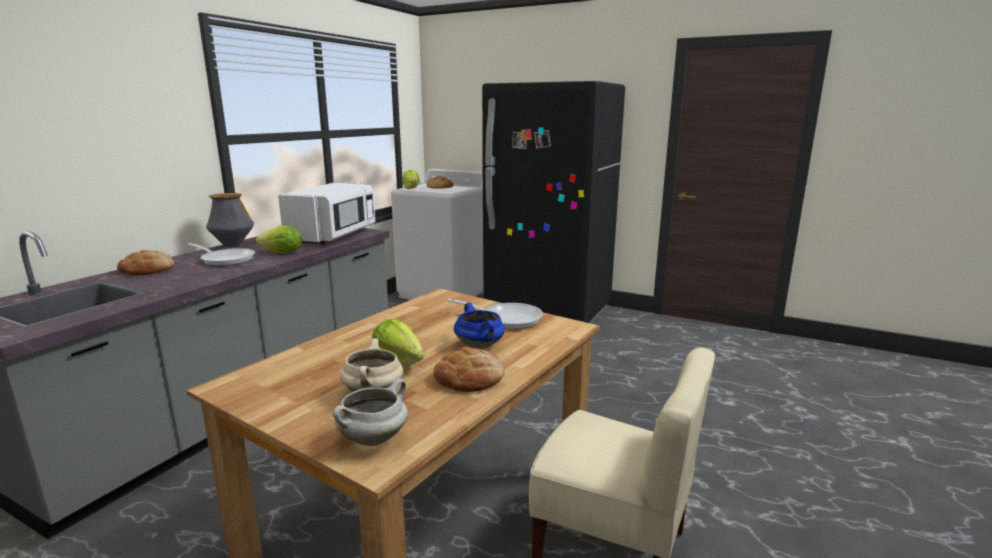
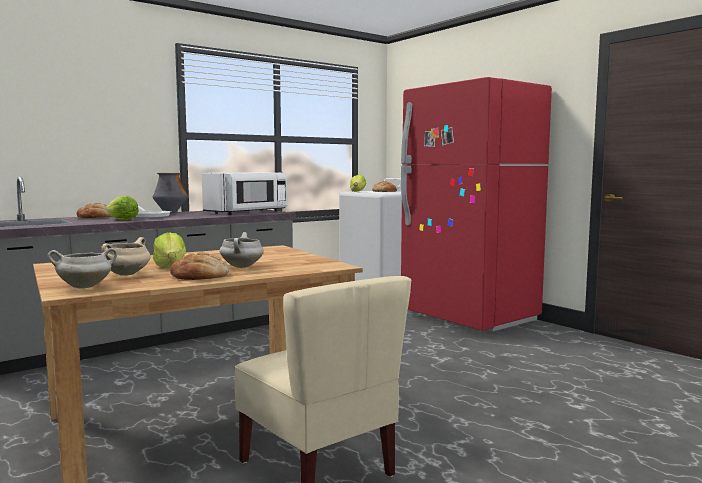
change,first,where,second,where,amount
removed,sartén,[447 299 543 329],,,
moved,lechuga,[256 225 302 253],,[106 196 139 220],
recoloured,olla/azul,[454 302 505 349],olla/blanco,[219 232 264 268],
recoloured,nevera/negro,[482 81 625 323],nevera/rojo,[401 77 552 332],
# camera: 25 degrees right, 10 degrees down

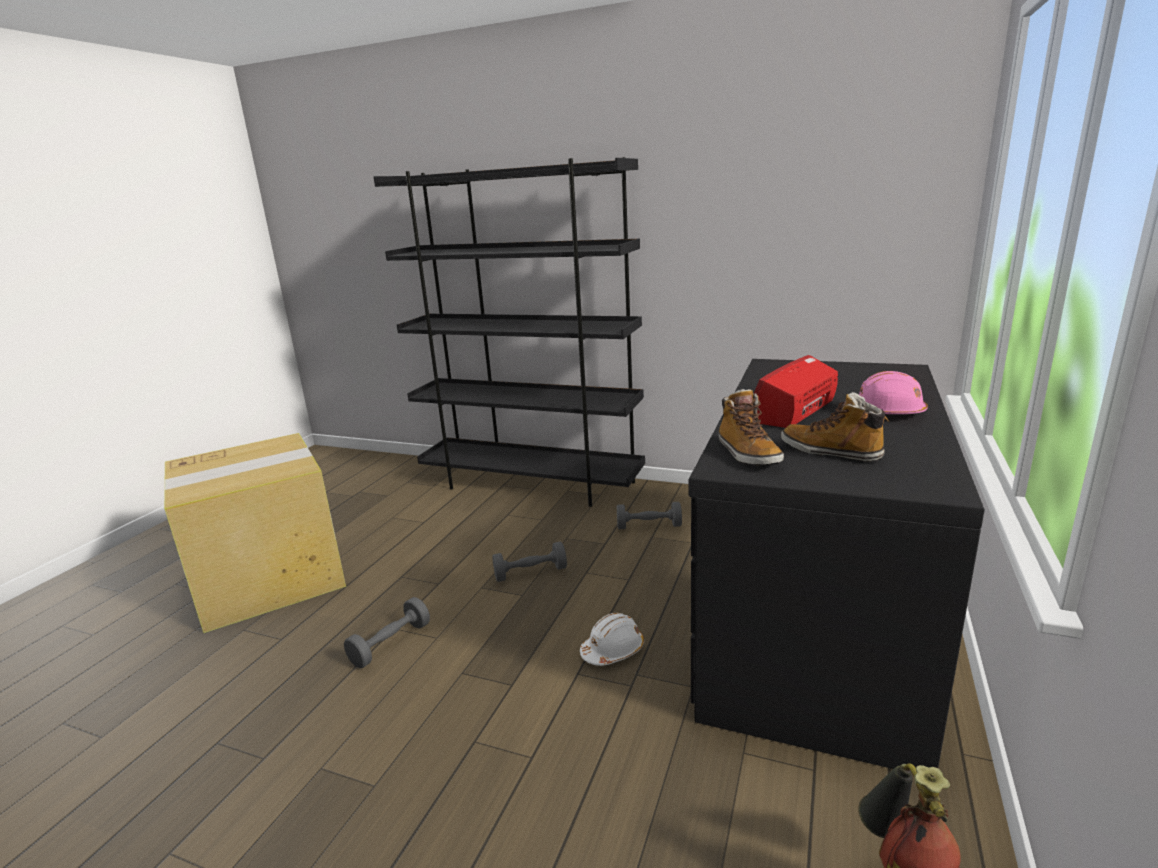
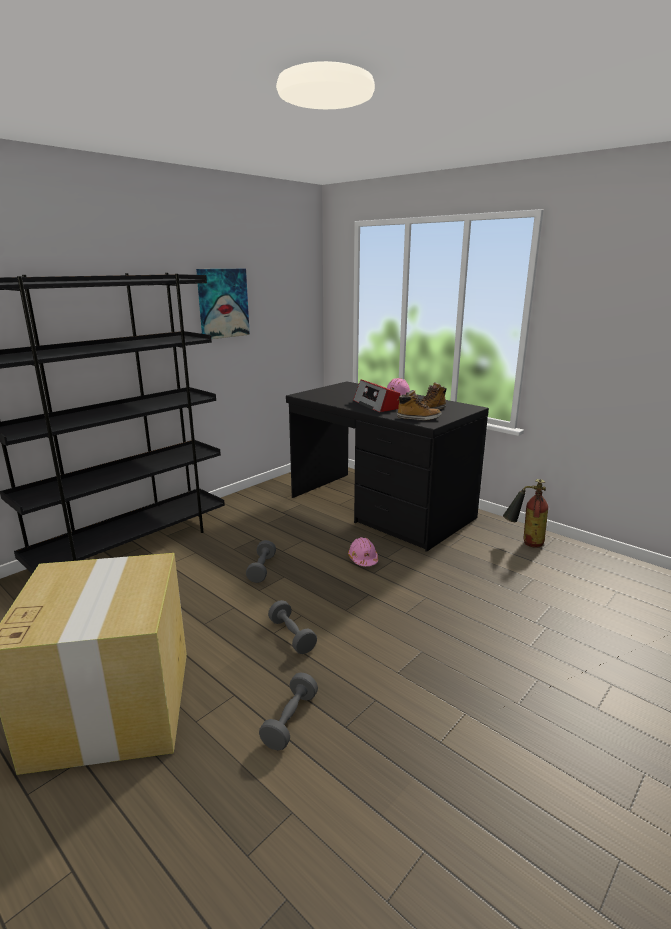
change,first,where,second,where,amount
added,,,cuadro,[196 269 250 339],
moved,mancuerna/gris,[617 502 682 529],,[259 672 318 750],
recoloured,casco/blanco,[580 613 644 666],casco/rosa,[348 537 378 566],
# camera: 70 degrees left, 0 degrees up

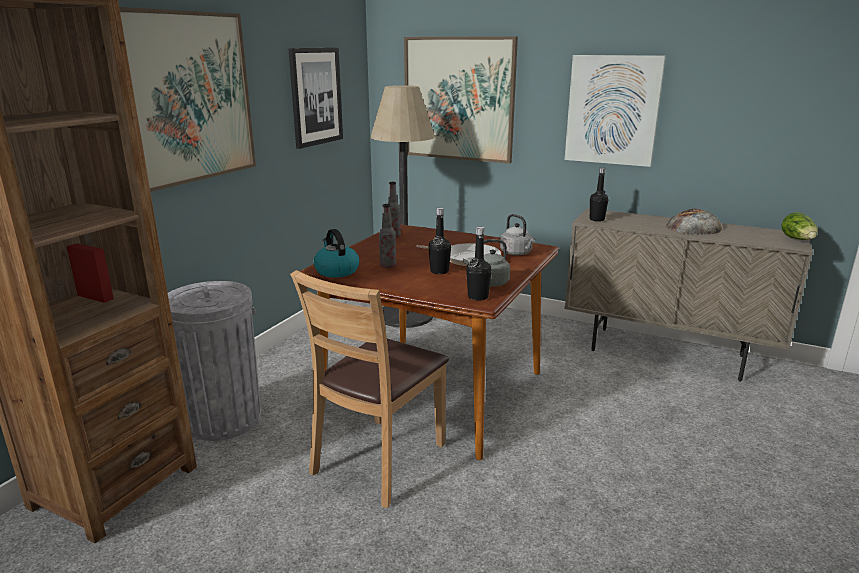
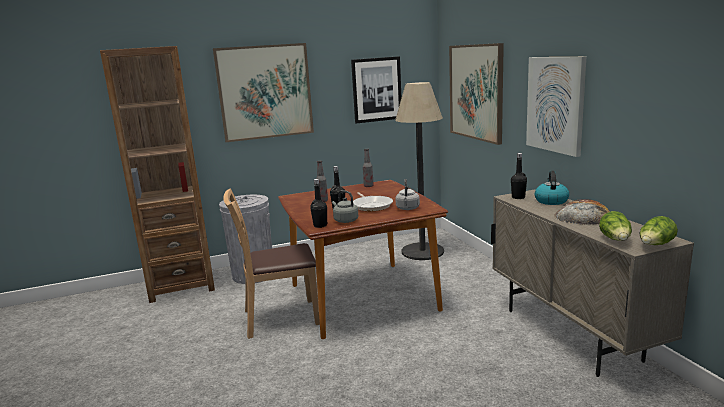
change,first,where,second,where,amount
added,,,lechuga,[599 211 632 241],
moved,hervidor,[314 229 359 277],,[535 171 569 205],
# camera: 45 degrees right, 5 degrees down

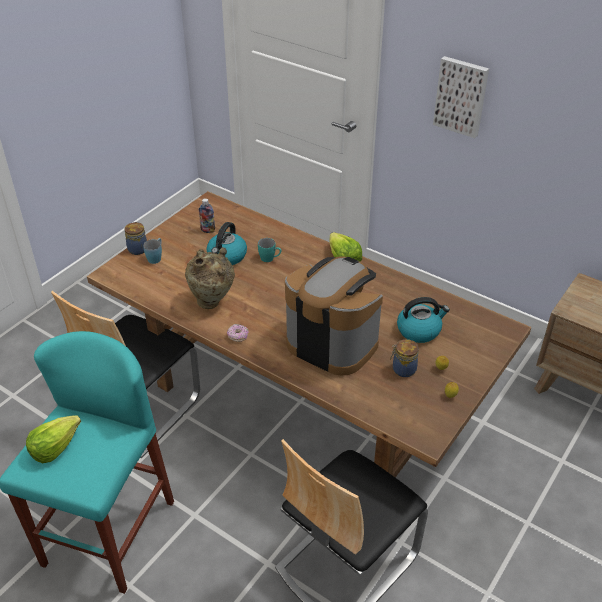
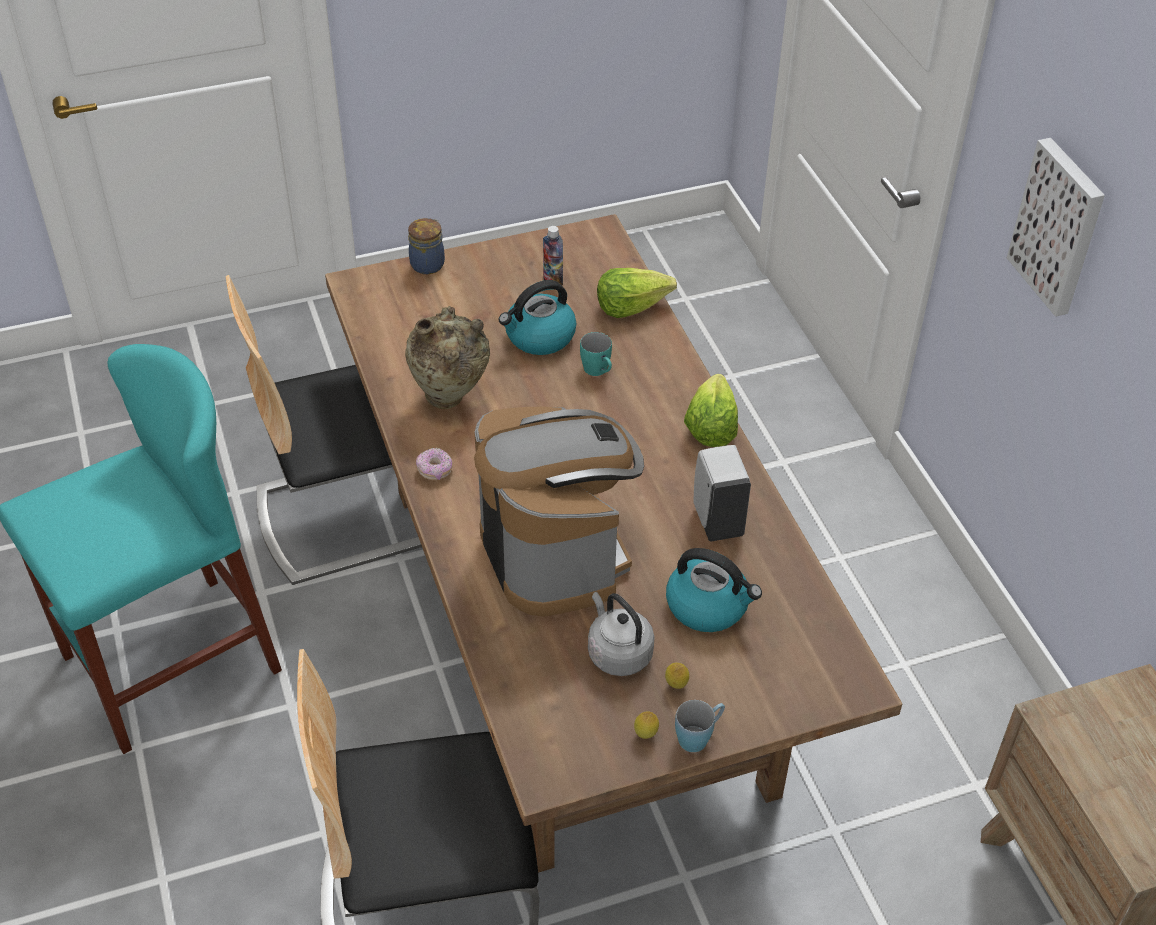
change,first,where,second,where,amount
added,,,dispensador de jabón/blanco,[693 445 751 541],
moved,lechuga,[26 415 81 463],,[597 268 677 318],
moved,taza grande/azul,[143 238 162 264],,[675 700 725 752],
replaced,tarro,[390 339 419 377],hervidor/gris,[588 592 655 676],
# camera: 35 degrees right, 5 degrees up

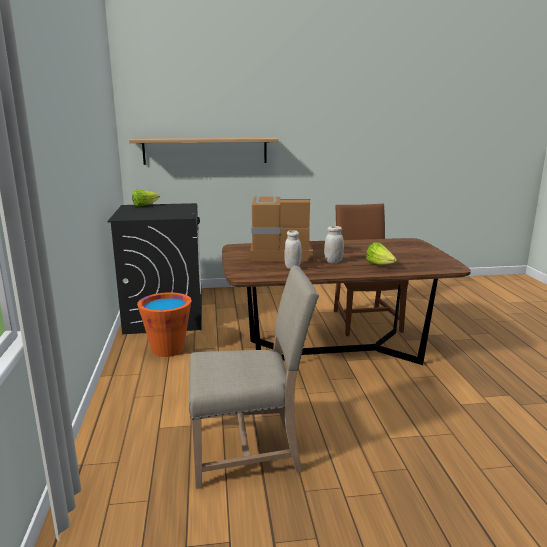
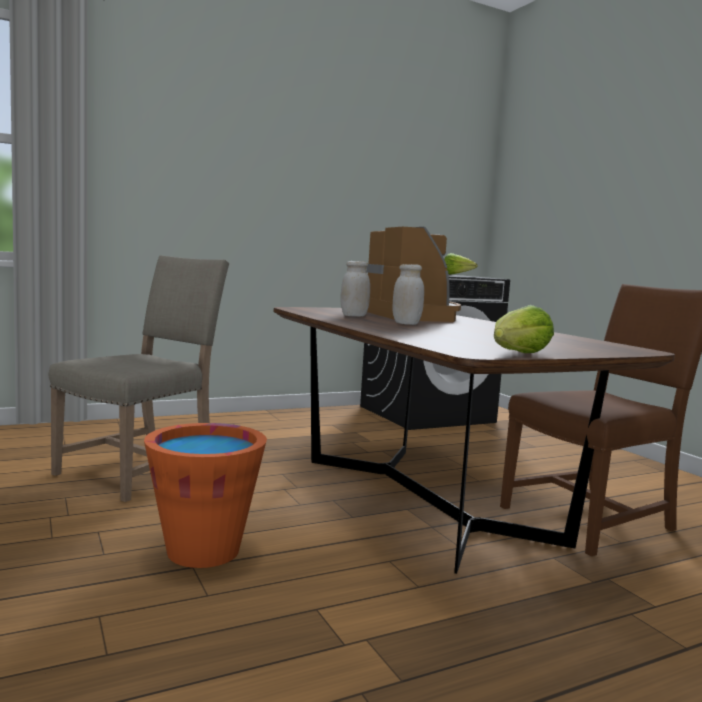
change,first,where,second,where,amount
removed,estante,[129 138 278 165],,,
moved,cubo/naranja,[137 292 191 357],,[144 423 267 568],
moved,lechuga,[366 242 397 265],,[494 305 554 353],
turned,silla/beis,[189 265 319 489],,[49 255 229 502],120 degrees counterclockwise
# camera: 70 degrees right, 10 degrees down

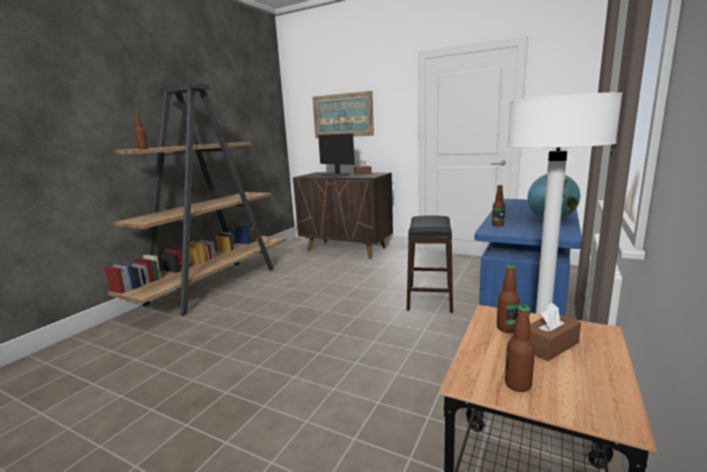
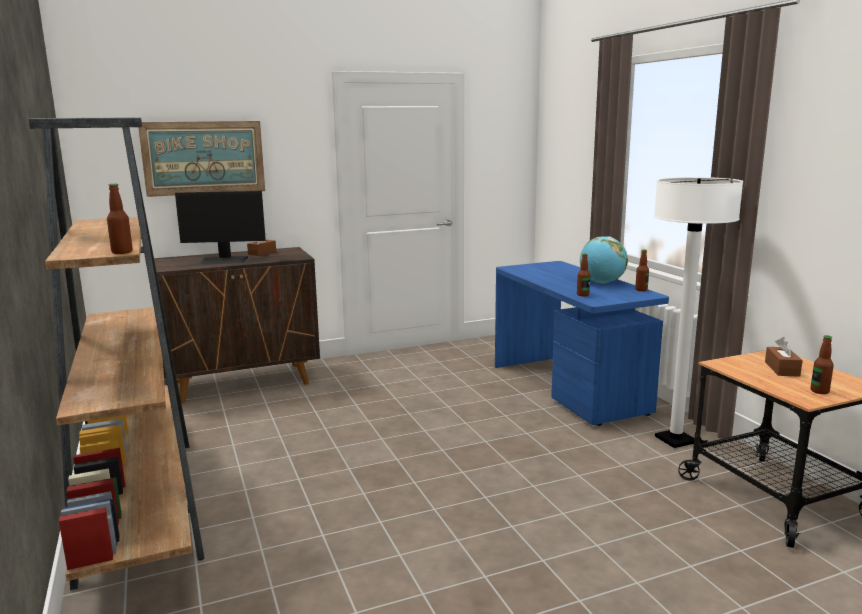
change,first,where,second,where,amount
removed,taburete/negro,[407 215 453 313],,,
moved,botella,[497 264 520 333],,[635 249 649 291],
# camera: 50 degrees left, 0 degrees up

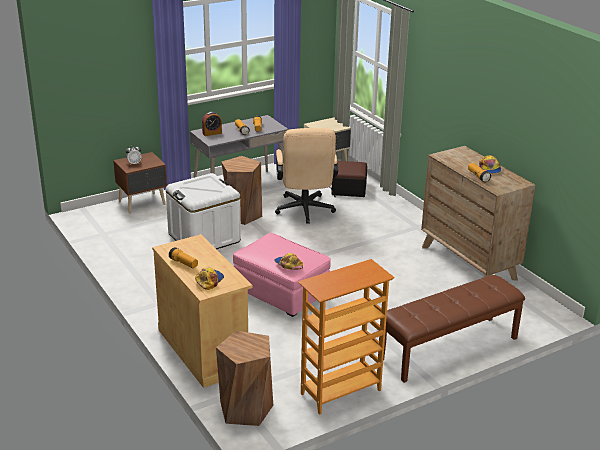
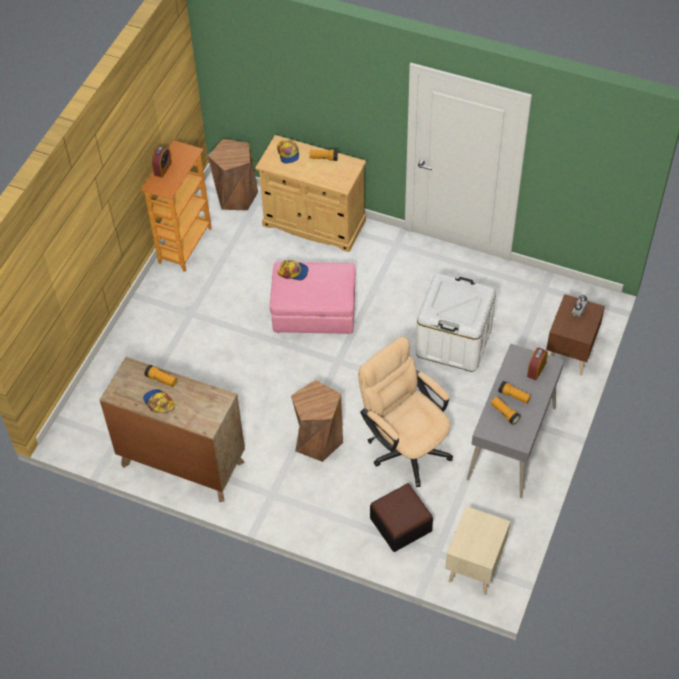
change,first,where,second,where,amount
removed,banco/marrón,[379 275 525 383],,,
added,,,despertador,[152 146 172 178],
moved,taburete/marrón,[221 156 262 225],,[291 380 343 462],
# camera: 145 degrees right, 25 degrees up

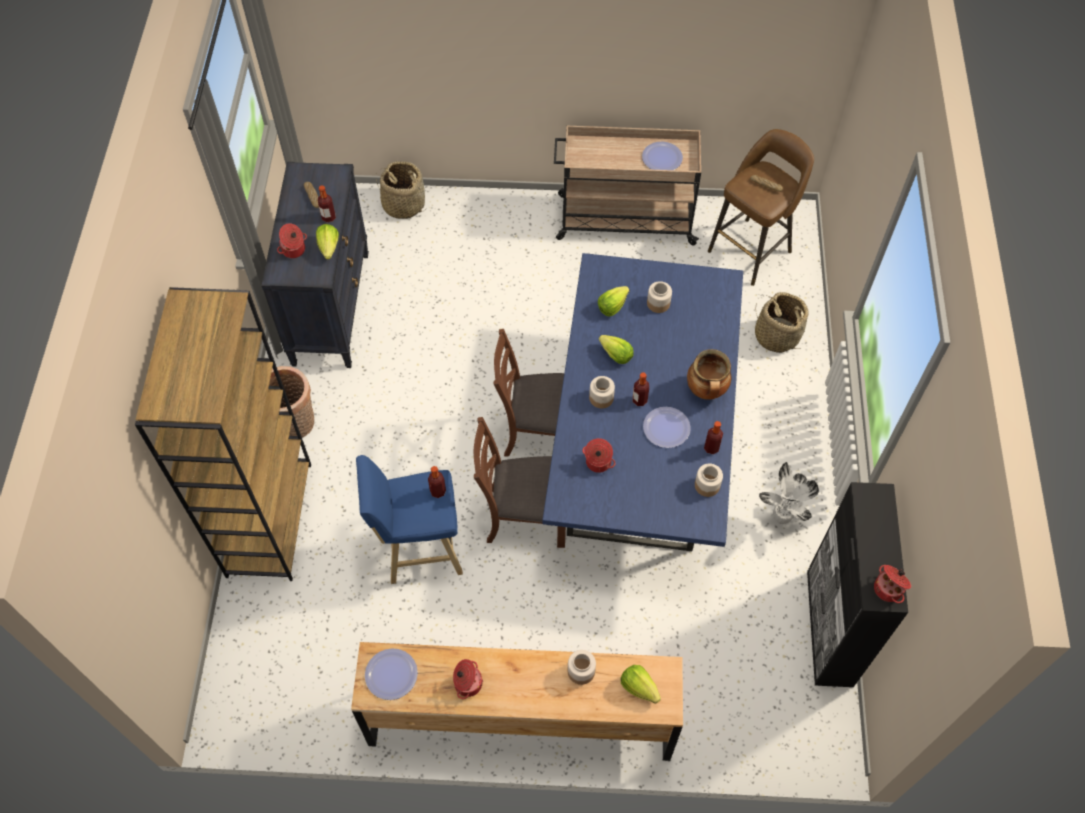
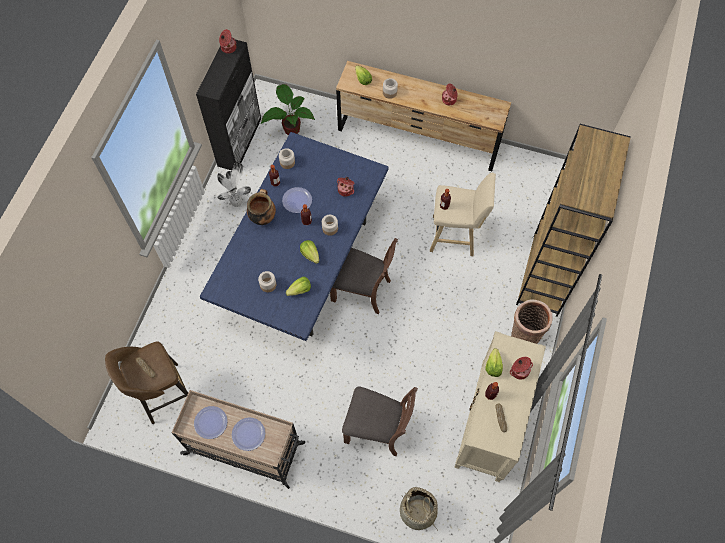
change,first,where,second,where,amount
removed,cesta,[755 292 809 353],,,
added,,,planta en maceta,[261 84 315 136],
moved,plato,[365 648 418 700],,[232 418 265 451],
moved,silla/marrón,[474 417 566 548],,[342 386 418 456],
recoloured,cómoda/negro,[261 162 369 368],cómoda/beis,[455 331 546 482],
recoloured,taburete/azul,[356 455 463 584],taburete/beis,[430 173 496 256],
# camera: 165 degrees left, 5 degrees up

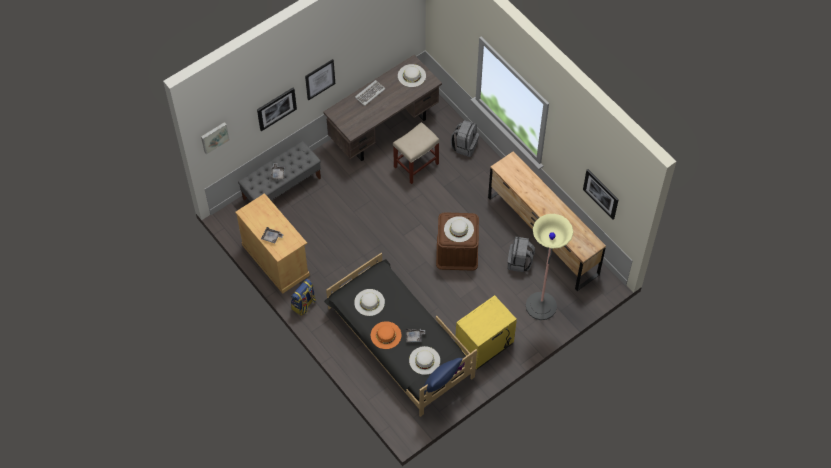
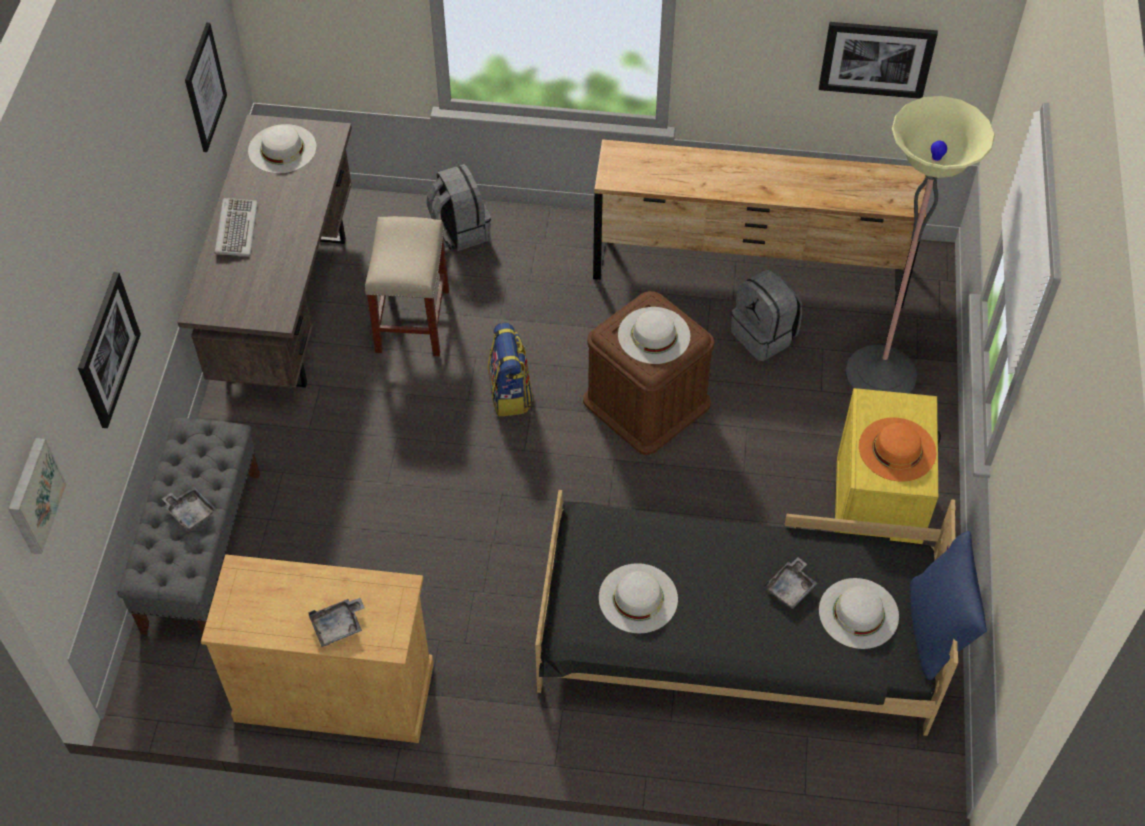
change,first,where,second,where,amount
moved,mochila,[291 279 316 316],,[488 323 533 416],
moved,cuadro,[305 59 335 101],,[185 22 227 152],
moved,sombrero/naranja,[371 321 401 349],,[859 417 936 482],
# camera: 45 degrees left, 5 degrees down

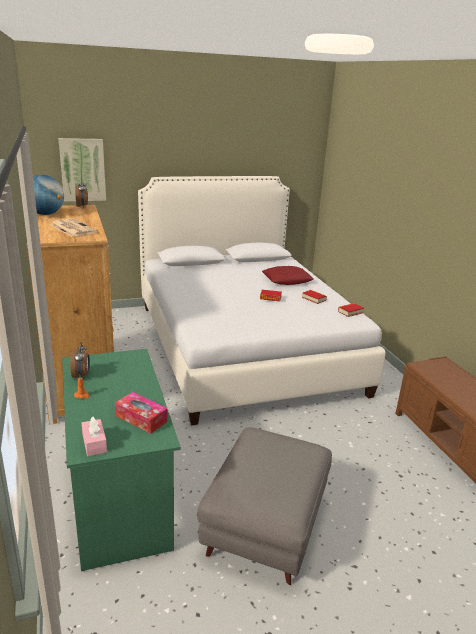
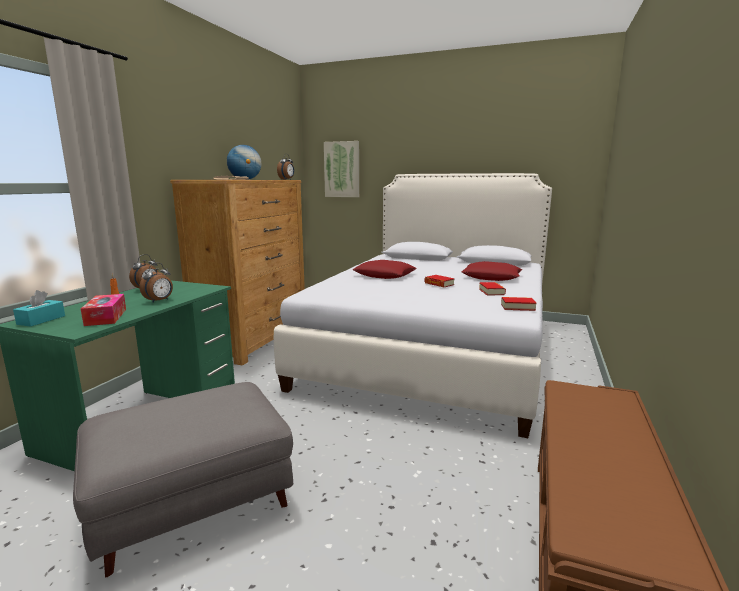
change,first,where,second,where,amount
added,,,despertador,[140 262 173 303],
added,,,cojín/rojo,[353 260 417 279],
recoloured,caja de pañuelos/rosa,[82 416 107 456],caja de pañuelos/turquesa,[13 290 65 327],
# camera: 40 degrees right, 10 degrees down

